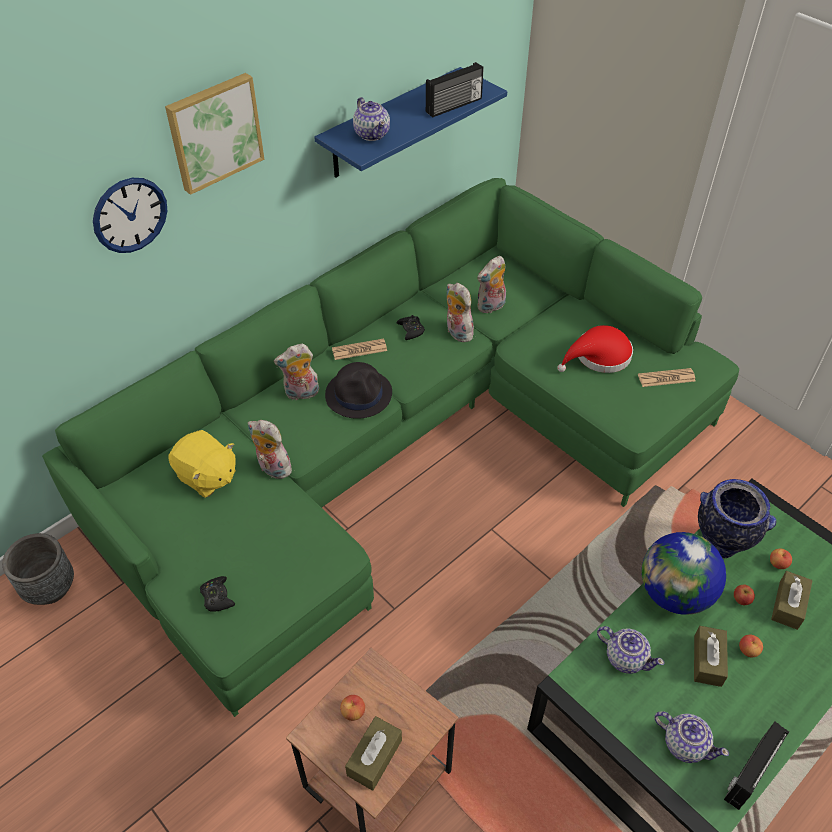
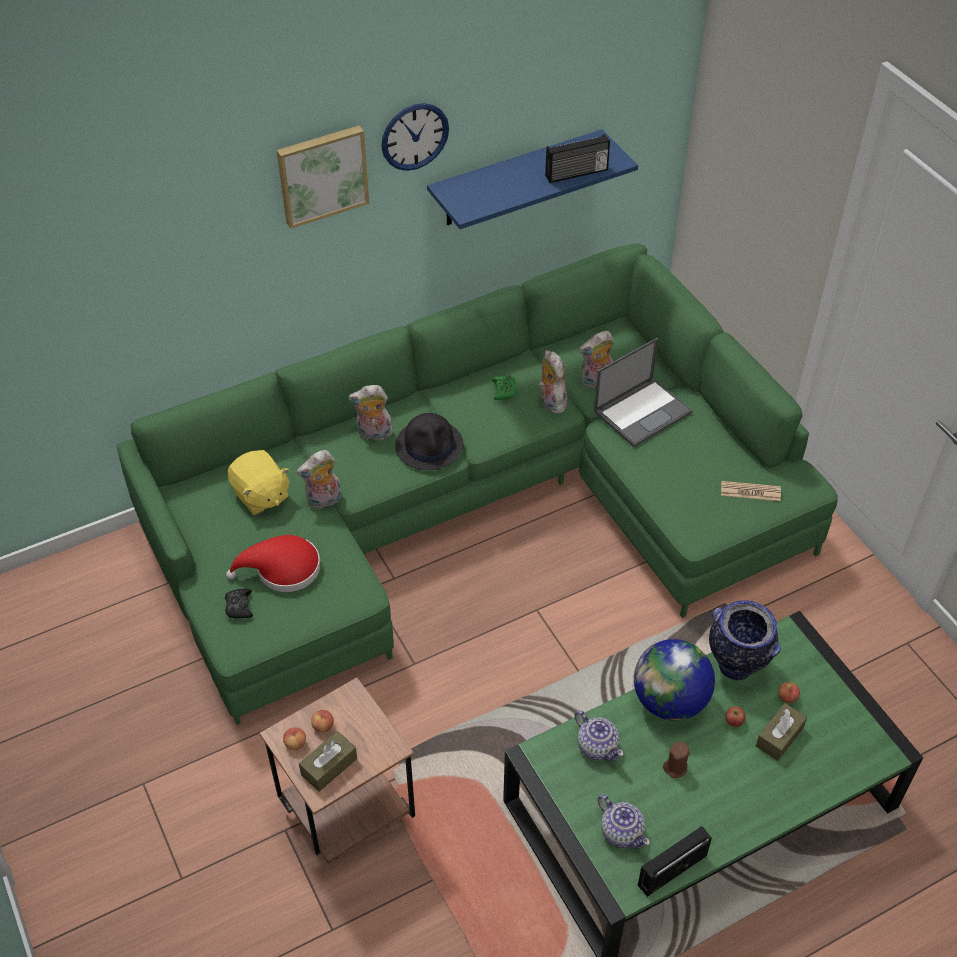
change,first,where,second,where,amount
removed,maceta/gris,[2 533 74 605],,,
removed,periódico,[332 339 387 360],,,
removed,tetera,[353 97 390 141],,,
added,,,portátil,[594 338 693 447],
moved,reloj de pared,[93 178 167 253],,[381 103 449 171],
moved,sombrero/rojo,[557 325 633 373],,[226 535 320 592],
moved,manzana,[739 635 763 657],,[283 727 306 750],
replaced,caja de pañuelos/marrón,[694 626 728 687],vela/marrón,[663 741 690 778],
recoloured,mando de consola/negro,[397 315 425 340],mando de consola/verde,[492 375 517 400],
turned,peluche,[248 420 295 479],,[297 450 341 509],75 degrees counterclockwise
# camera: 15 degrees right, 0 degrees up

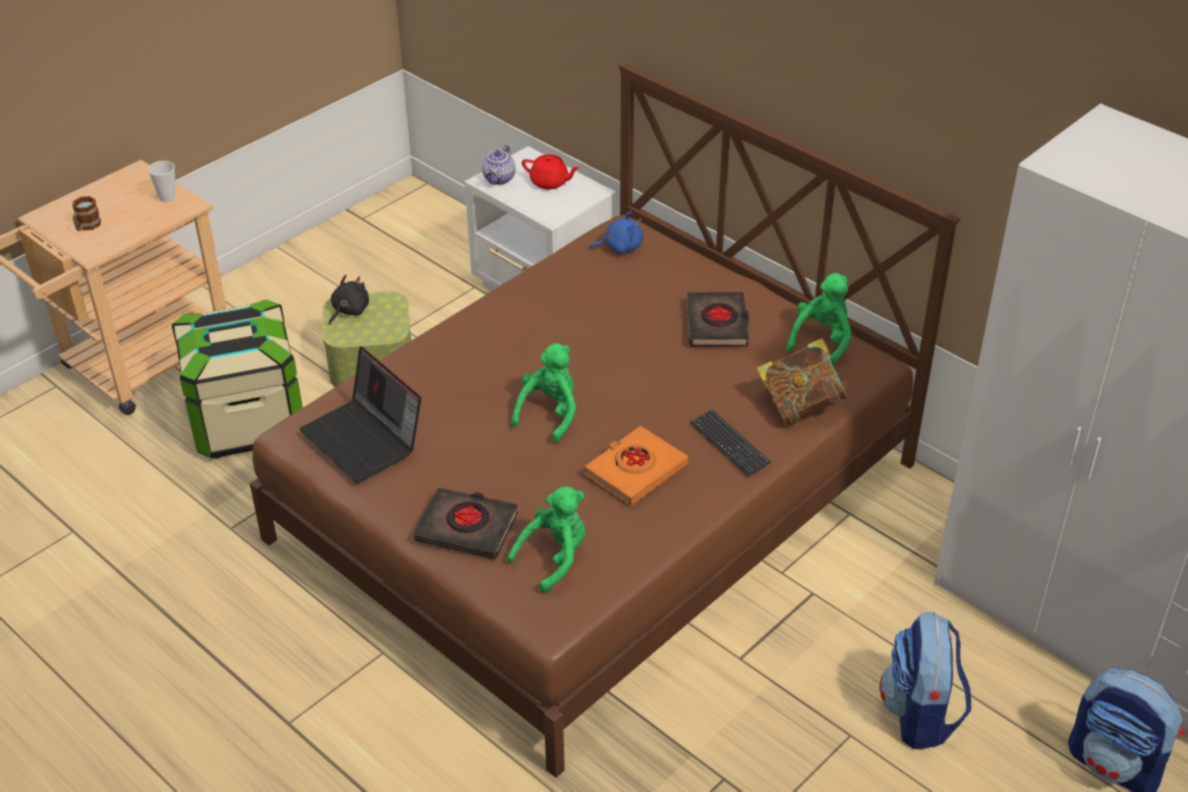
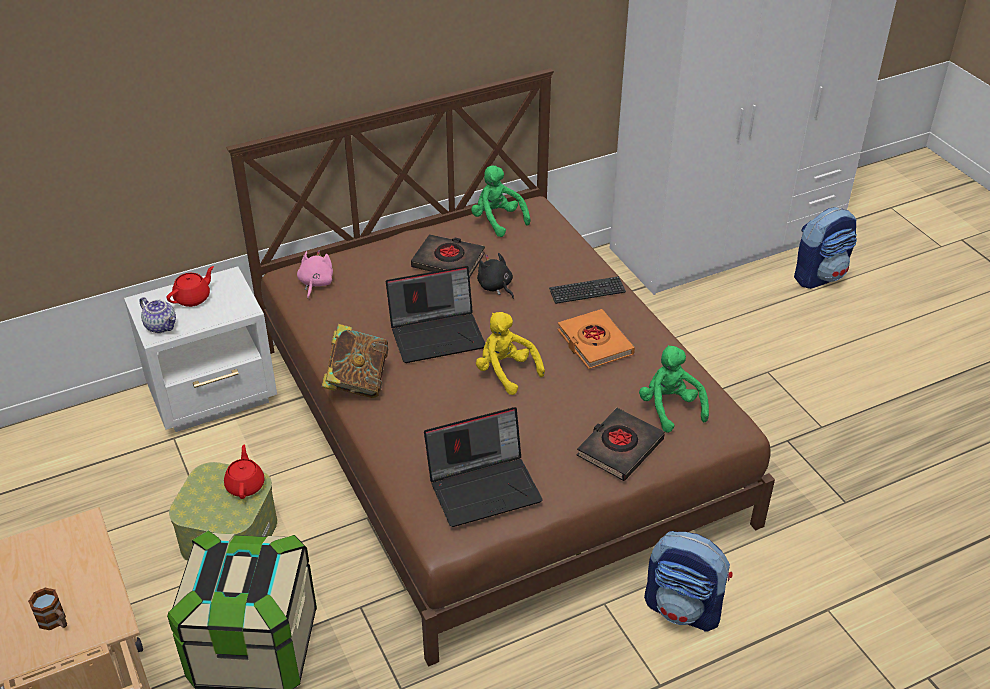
change,first,where,second,where,amount
removed,taza,[148 161 176 202],,,
added,,,tetera/rojo,[224 445 265 499],
added,,,portátil,[386 266 485 363],
moved,peluche/negro,[329 274 369 325],,[477 253 514 299],
moved,libro,[757 338 851 425],,[322 324 388 398],
moved,mochila,[880 612 971 749],,[644 531 733 632],
recoloured,peluche/verde,[511 343 576 443],peluche/amarillo,[476 312 545 395],
recoloured,peluche/azul,[589 211 643 254],peluche/rosa,[297 250 333 299],
# camera: 70 degrees left, 0 degrees up

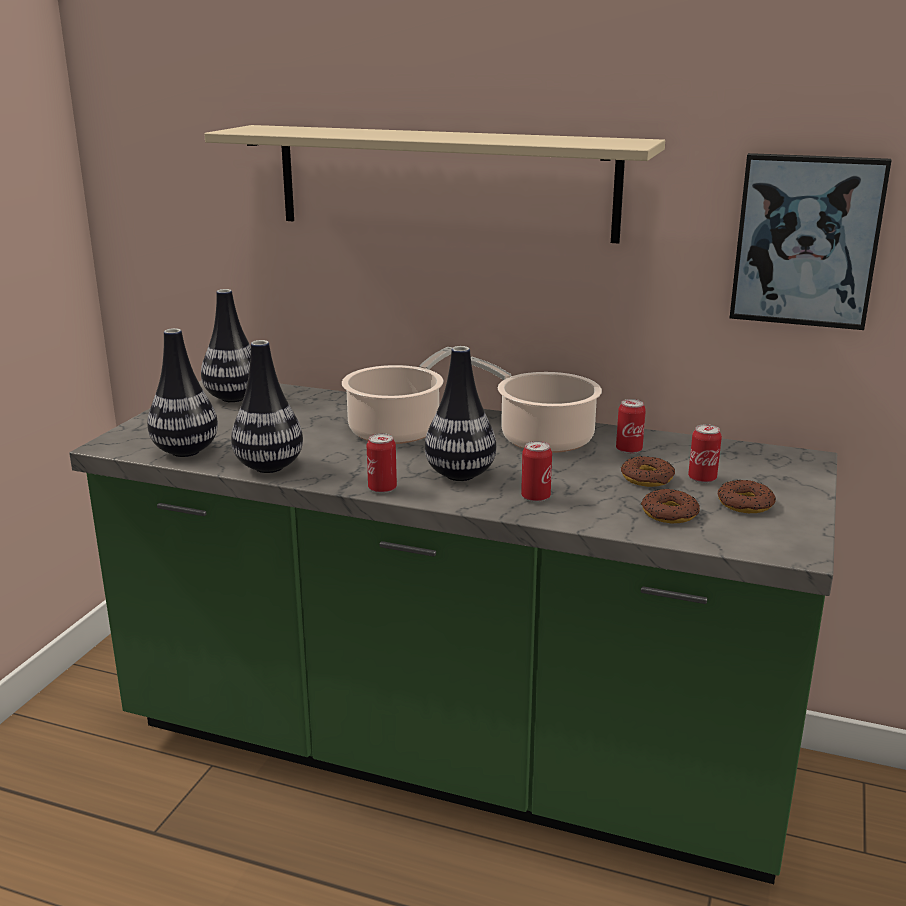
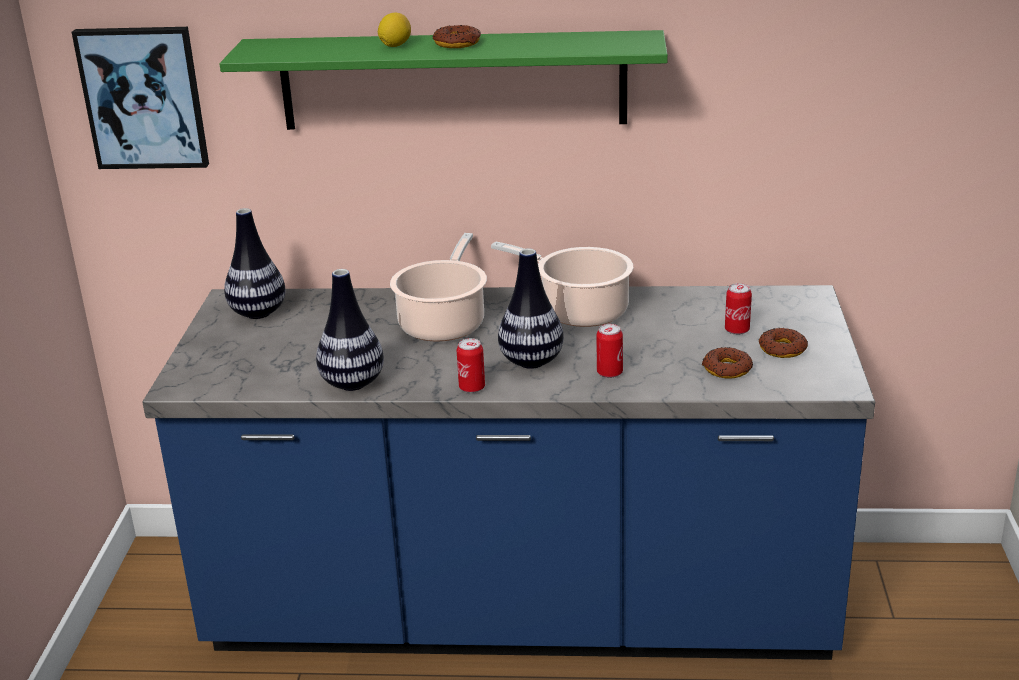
change,first,where,second,where,amount
removed,florero,[147 328 218 457],,,
removed,lata,[616 399 646 454],,,
added,,,limón,[378 13 411 47],
moved,rosquilla,[621 456 675 487],,[432 25 481 48],
moved,cuadro,[730 153 892 330],,[72 27 209 169],
recoloured,mueble bajo de cocina/verde,[69 380 837 884],mueble bajo de cocina/azul,[142 285 875 660],
recoloured,estante/beis,[204 125 665 244],estante/verde,[220 30 668 130],
# camera: 15 degrees left, 5 degrees up

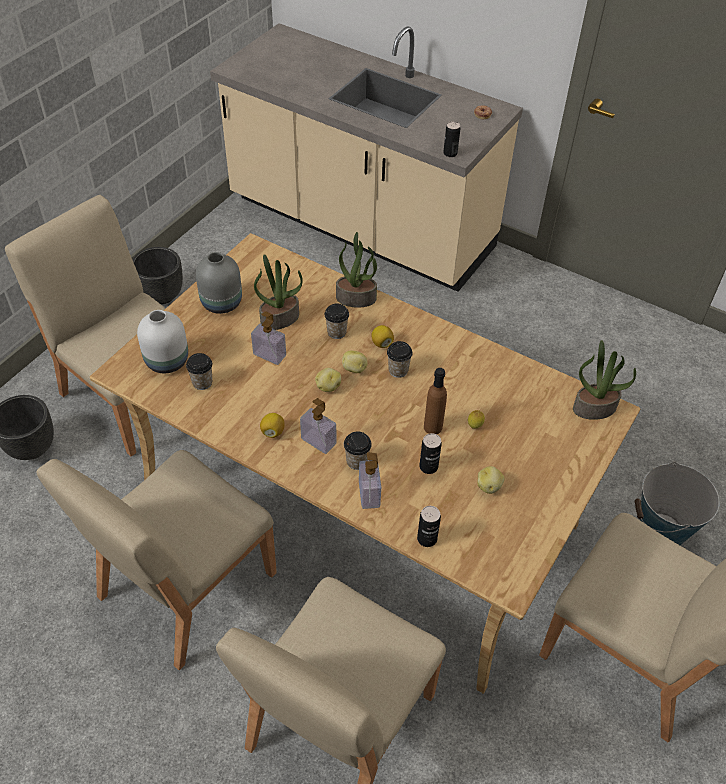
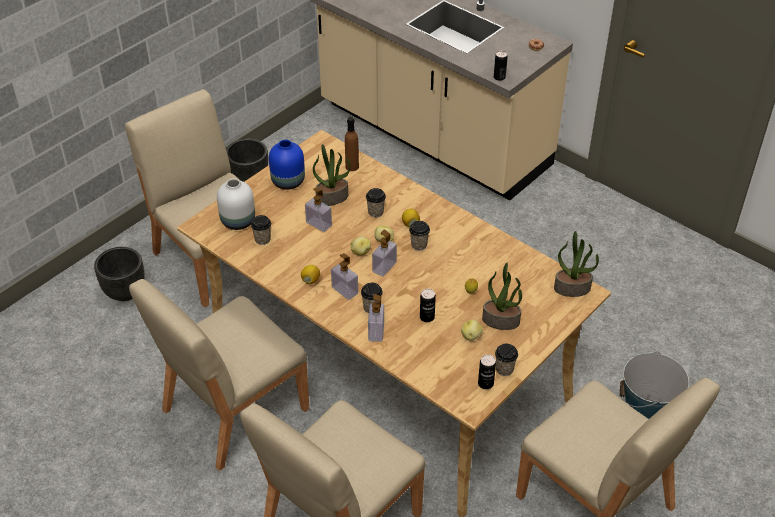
change,first,where,second,where,amount
added,,,dispensador de jabón,[372 230 397 277],
added,,,taza,[495 344 518 376],
moved,planta en maceta,[336 232 377 308],,[482 263 522 330],
moved,lata,[417 506 441 547],,[478 354 496 389],
moved,botella/marrón,[424 368 447 434],,[345 117 359 171],
recoloured,florero/gris,[196 252 242 314],florero/azul,[269 140 305 190],
# camera: 10 degrees right, 5 degrees down

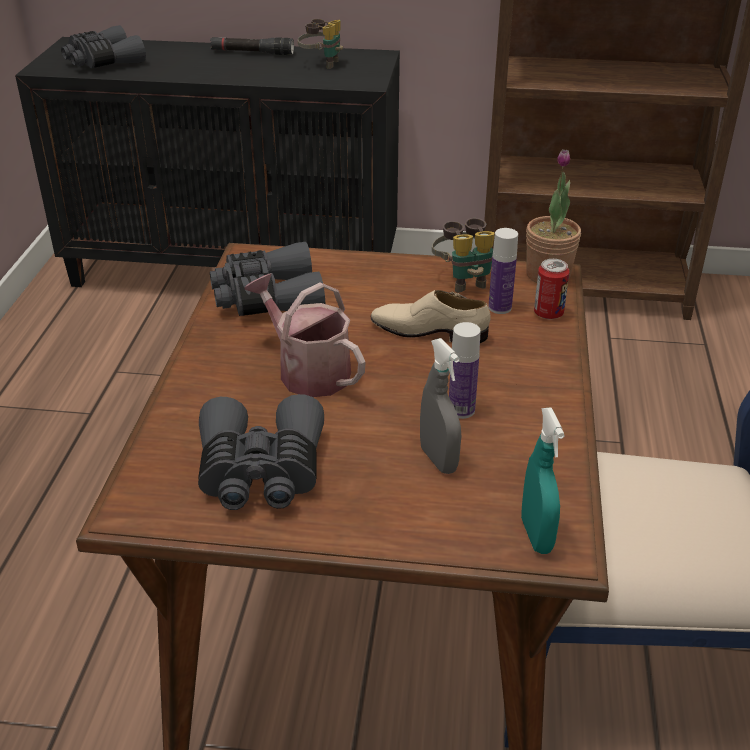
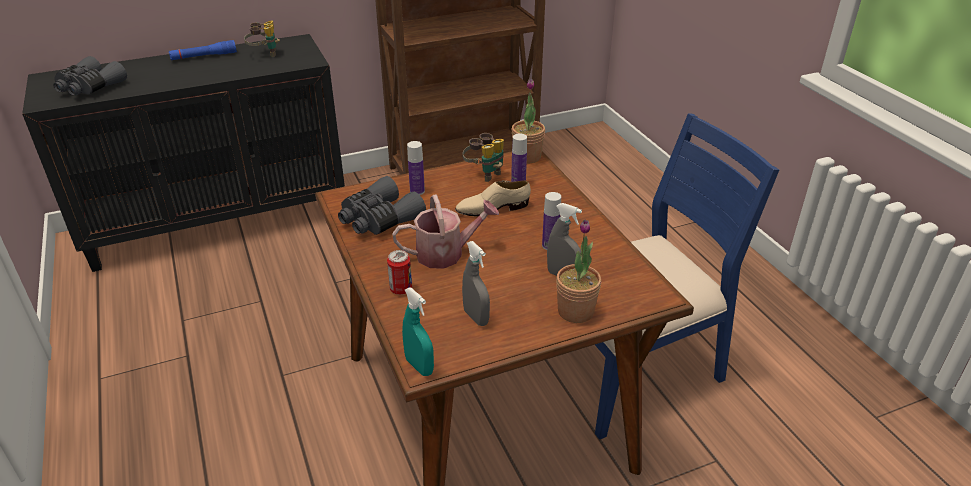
change,first,where,second,where,amount
added,,,botella,[407 141 425 195],
added,,,planta en maceta,[556 219 601 323],
moved,pulverizador/turquesa,[521 408 565 554],,[402 287 434 376],
moved,lata,[534 259 570 319],,[387 250 412 295],
replaced,prismáticos/gris,[198 394 324 510],pulverizador/gris,[462 241 490 326],
recoloured,linterna/negro,[210 37 294 55],linterna/azul,[169 40 237 60],
turned,regadera,[244 274 365 397],,[392 195 499 269],150 degrees clockwise
# camera: 30 degrees left, 0 degrees up

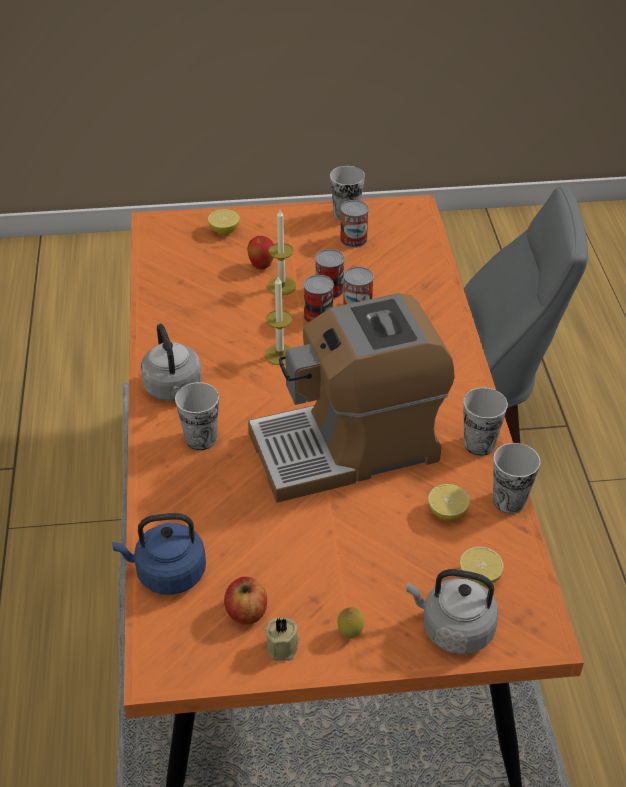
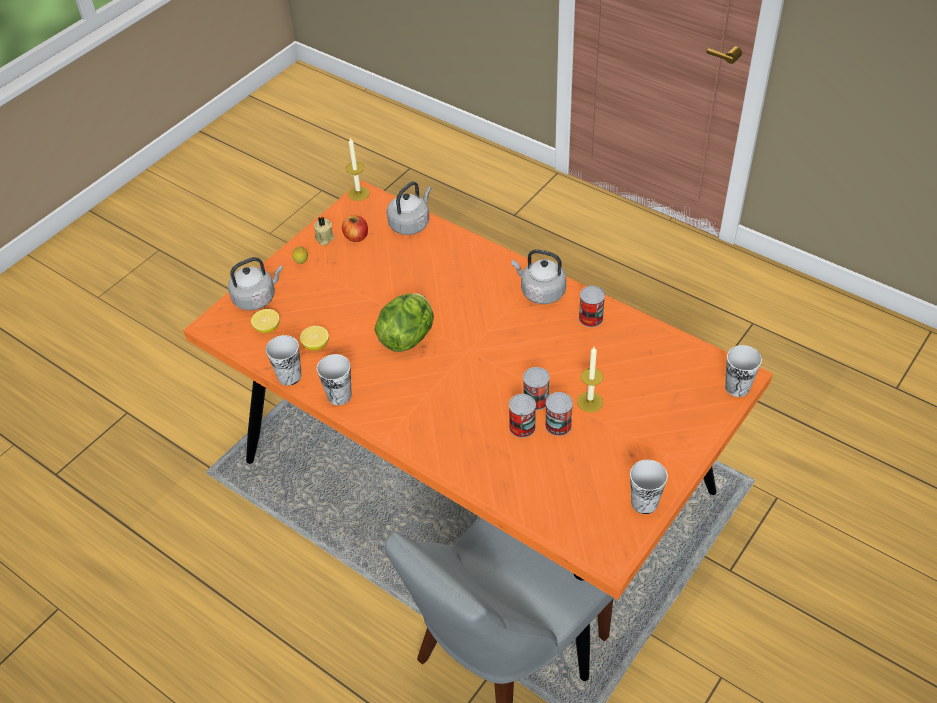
change,first,where,second,where,amount
removed,limón,[208 209 240 235],,,
removed,manzana,[247 236 274 269],,,
moved,taza,[175 382 219 450],,[725 345 762 397],
moved,vela,[265 277 293 365],,[346 138 370 201],
moved,lata,[340 200 369 248],,[579 286 605 327],
replaced,cafetera,[248 293 455 503],lechuga,[374 293 434 352],
recoloured,hervidor/azul,[112 513 206 595],hervidor/gris,[387 181 432 235],
# camera: 135 degrees right, 5 degrees up

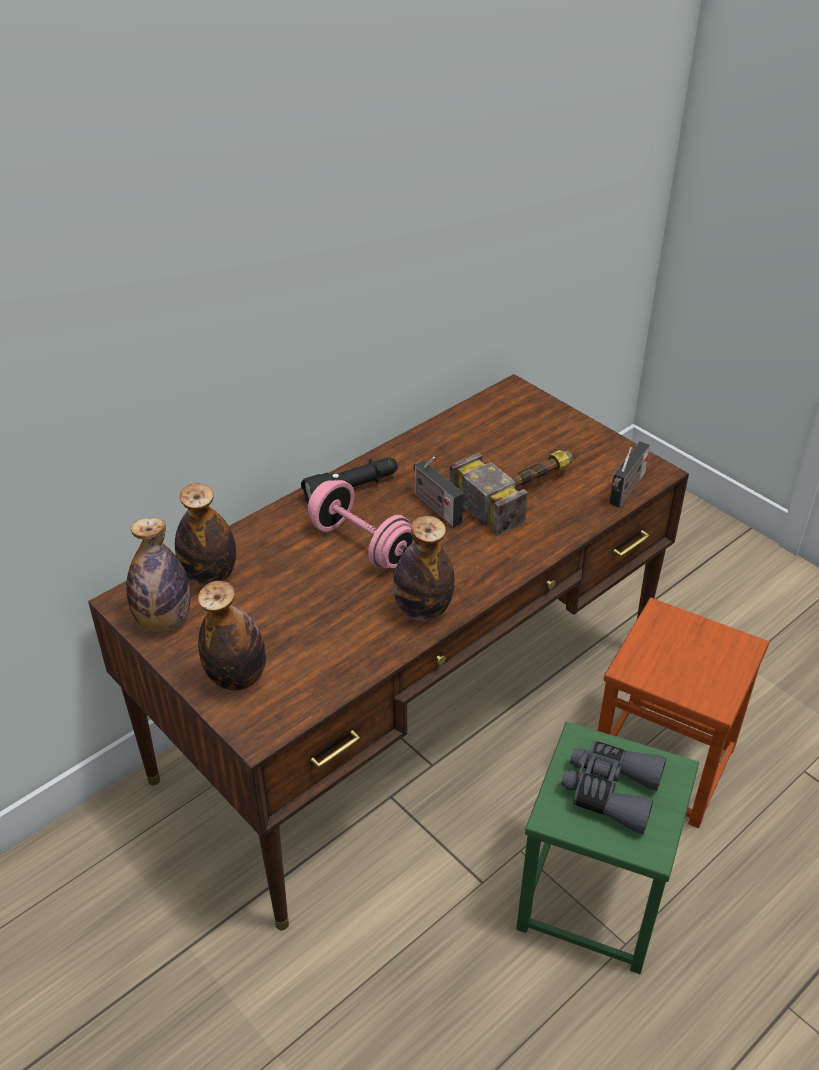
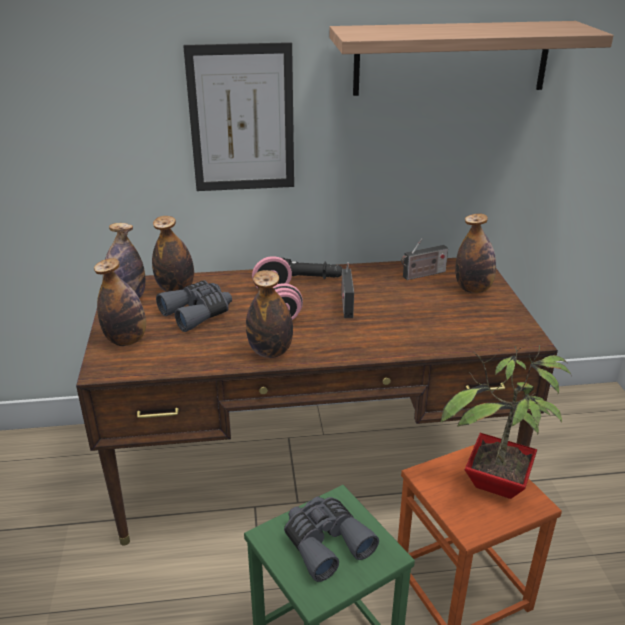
change,first,where,second,where,amount
removed,martillo,[449 450 573 536],,,
added,,,prismáticos/gris,[156 280 232 332],
added,,,cuadro,[183 42 294 191],
added,,,estante,[329 21 614 96],
added,,,planta en maceta,[440 345 572 499],
added,,,botella,[455 214 496 293],
moved,radio,[609 441 650 507],,[401 238 448 280],
# camera: 35 degrees right, 10 degrees down

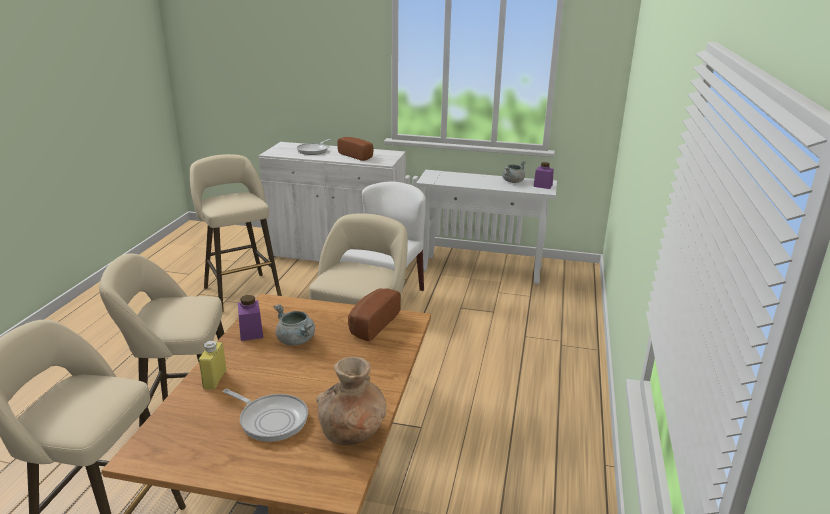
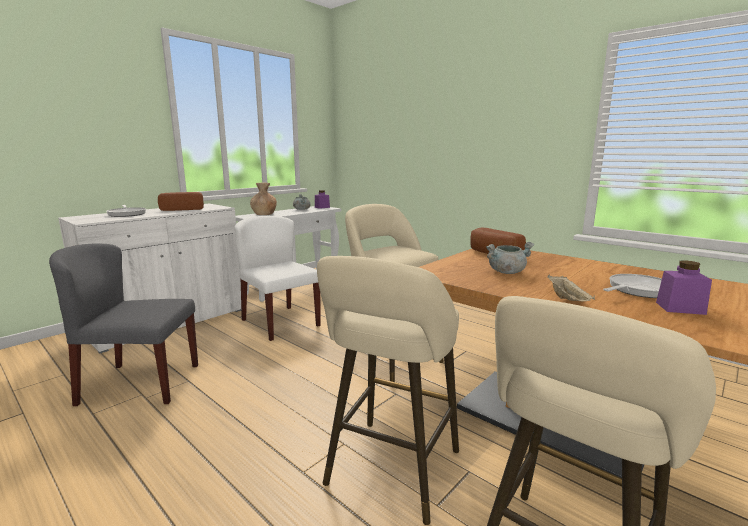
change,first,where,second,where,amount
moved,tarro/morado,[238 295 263 341],,[656 260 712 315],
moved,florero/marrón,[316 357 386 445],,[250 183 277 215],
replaced,taburete/beis,[190 154 282 312],silla/gris,[49 244 198 406],
replaced,botella/amarillo,[199 341 227 389],bandeja/beis,[547 274 595 301],
# camera: 60 degrees left, 10 degrees down

